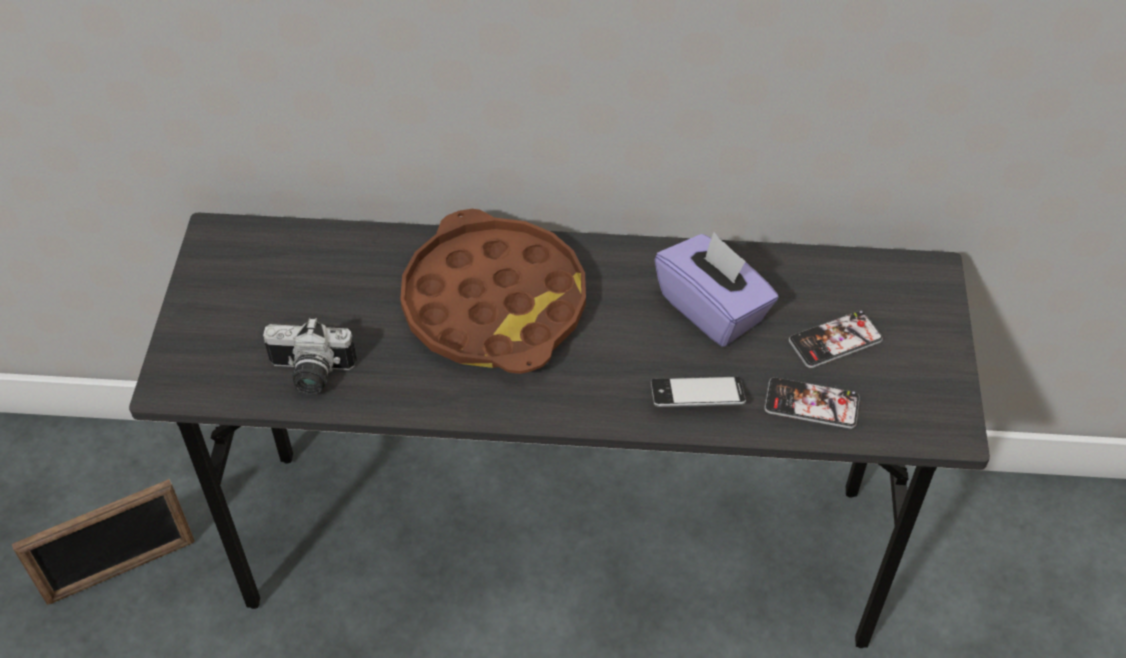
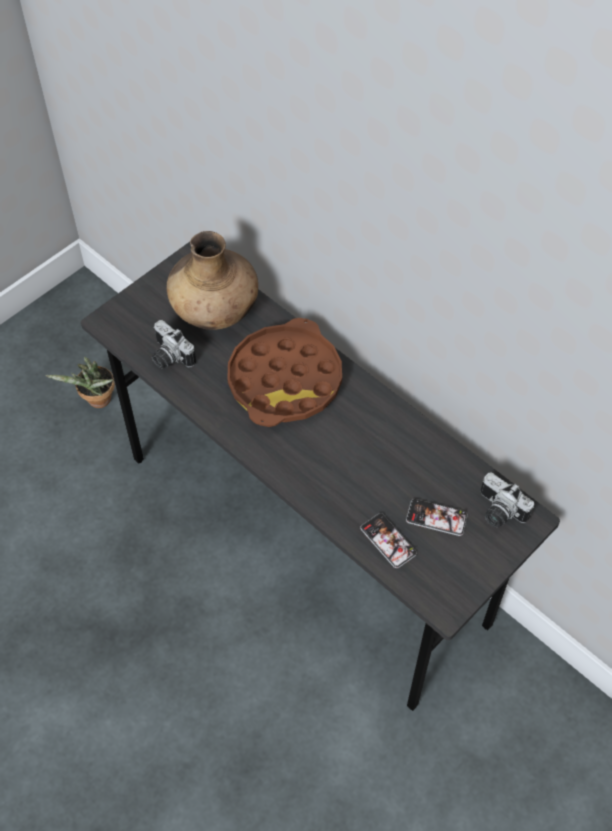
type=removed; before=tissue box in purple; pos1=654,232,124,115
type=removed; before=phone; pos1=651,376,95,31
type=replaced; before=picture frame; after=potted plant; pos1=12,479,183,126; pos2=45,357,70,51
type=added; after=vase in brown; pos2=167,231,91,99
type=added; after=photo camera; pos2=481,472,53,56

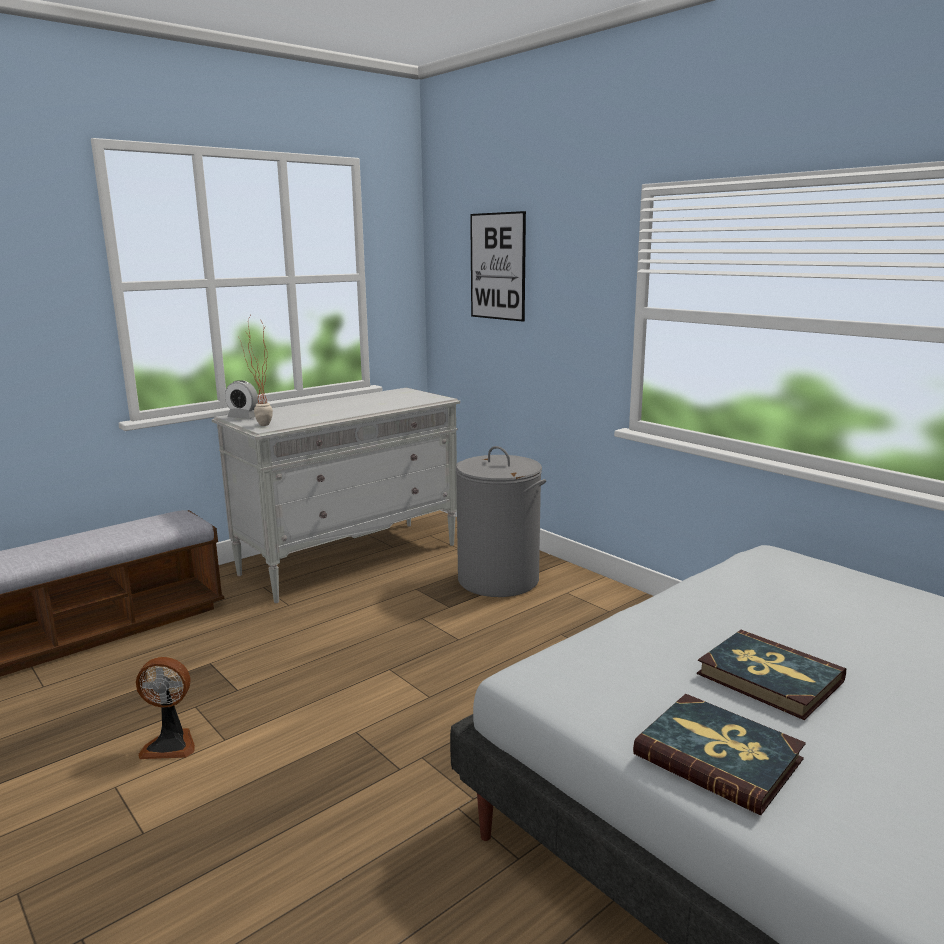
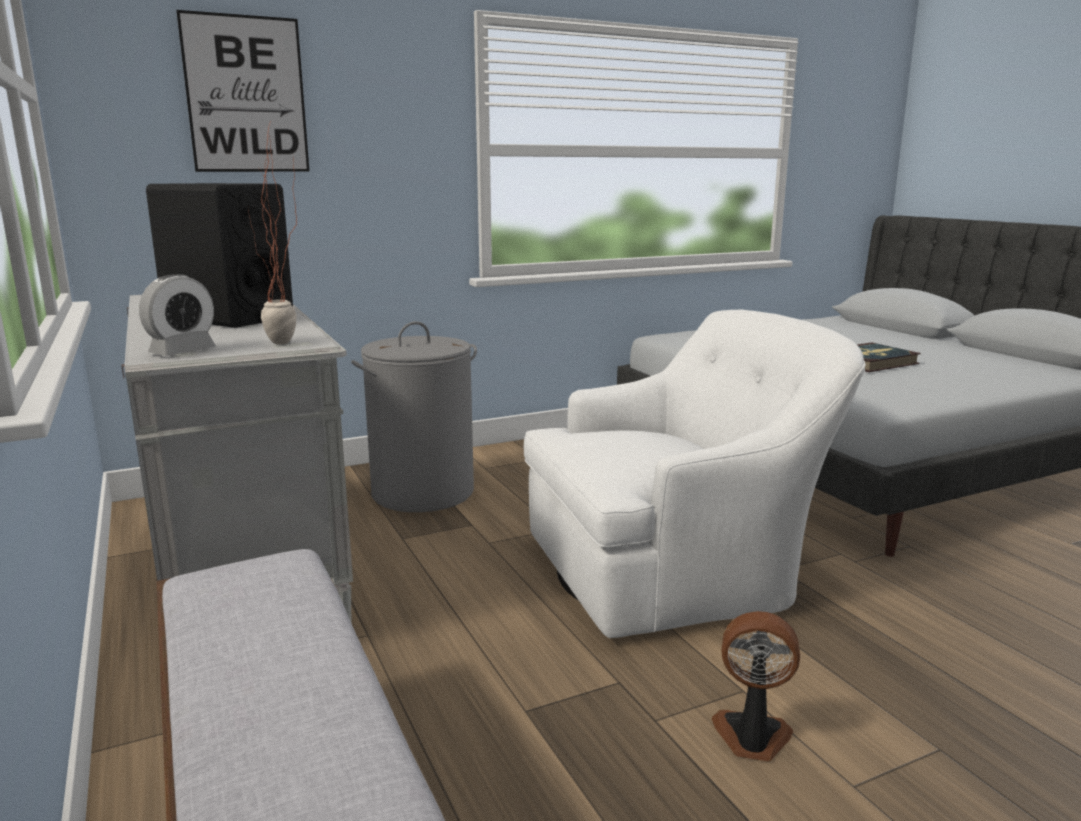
type=turned; before=fan; pos1=136,657,59,102; pos2=712,611,88,151; turn=-90
type=removed; before=book; pos1=633,694,173,121
type=added; after=speaker in black; pos2=146,183,147,145
type=added; after=armchair in white; pos2=524,310,342,328

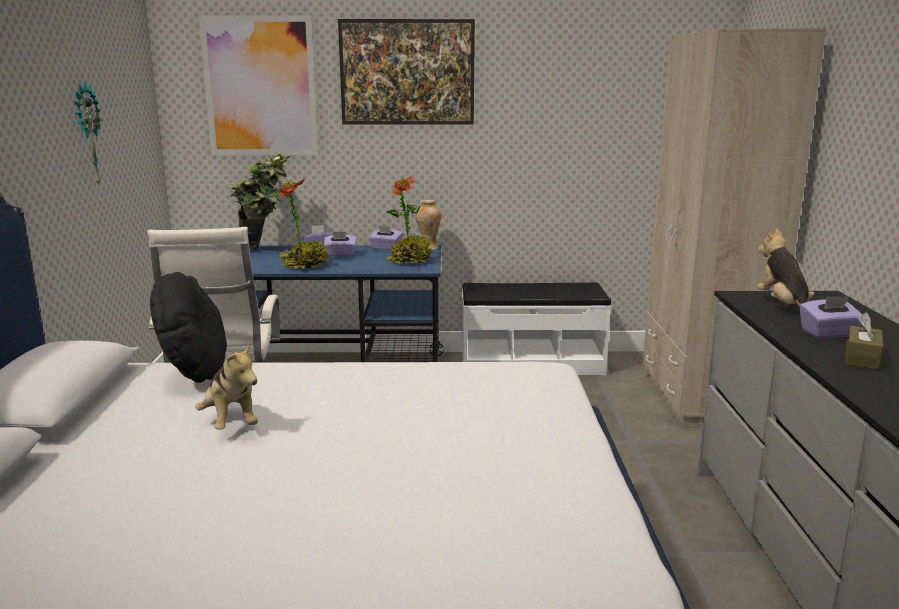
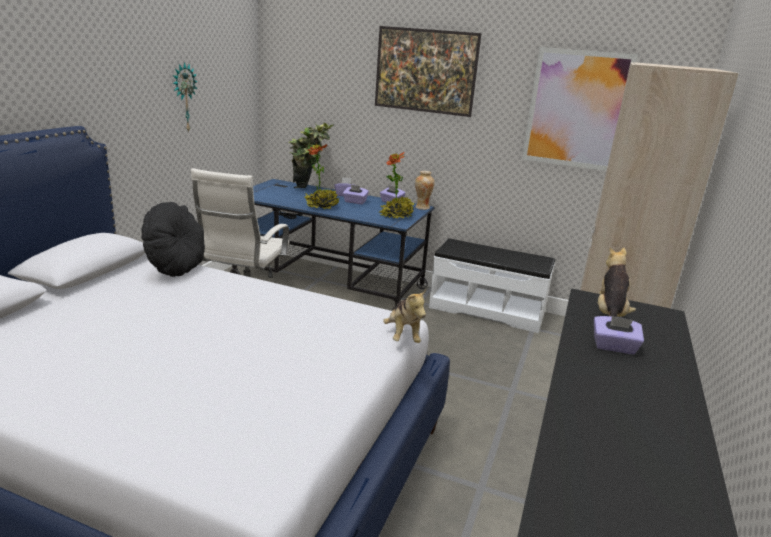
type=moved; before=picture; pos1=199,15,120,140; pos2=522,47,116,124
type=removed; before=tissue box in brown; pos1=845,312,38,58
type=moved; before=plush toy; pos1=196,342,62,88; pos2=383,289,43,54

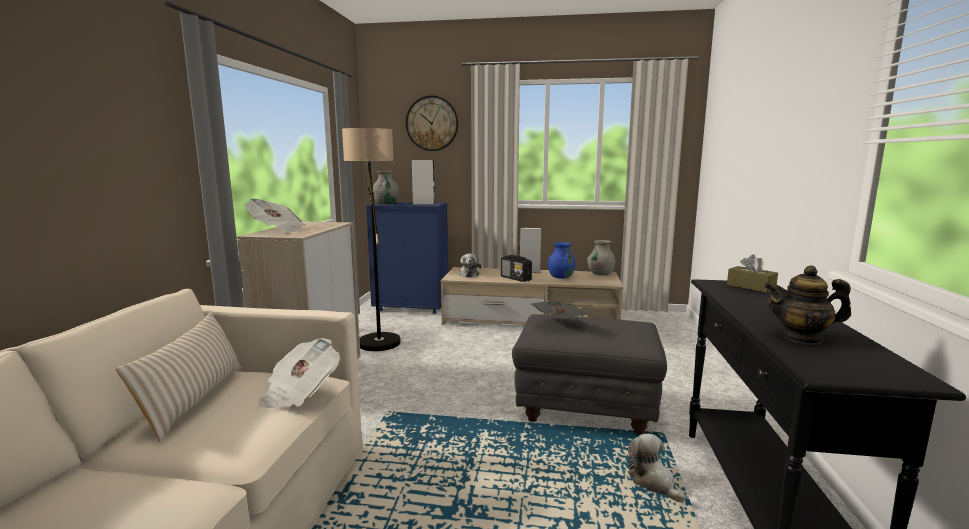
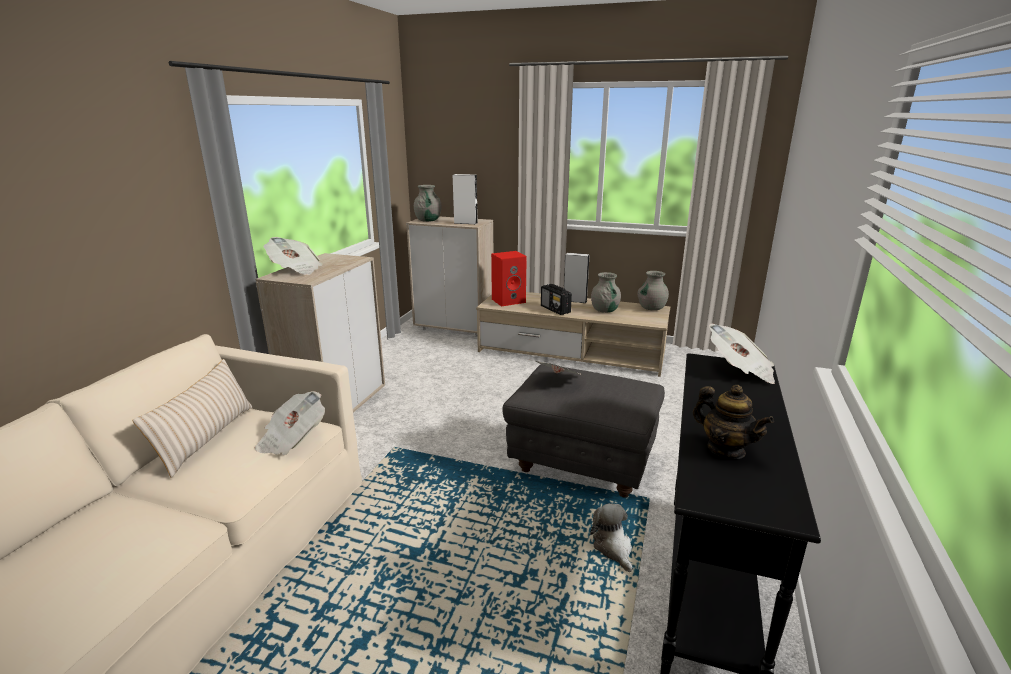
type=removed; before=wall clock; pos1=406,95,52,56
type=removed; before=floor lamp; pos1=342,128,58,223
type=recoloured; before=cabinet in blue; after=cabinet in beige; pos1=366,202,82,111; pos2=406,216,87,121
type=recoloured; before=vase in blue; after=vase in grey; pos1=548,242,27,37; pos2=591,272,30,41
type=replaced; before=plush toy; after=speaker in red; pos1=459,253,22,24; pos2=491,251,36,56
type=replaced; before=tissue box in brown; after=newspaper; pos1=727,254,51,39; pos2=709,323,66,61
type=turned; before=teapot; pos1=764,266,87,78; pos2=693,385,81,74; turn=-150

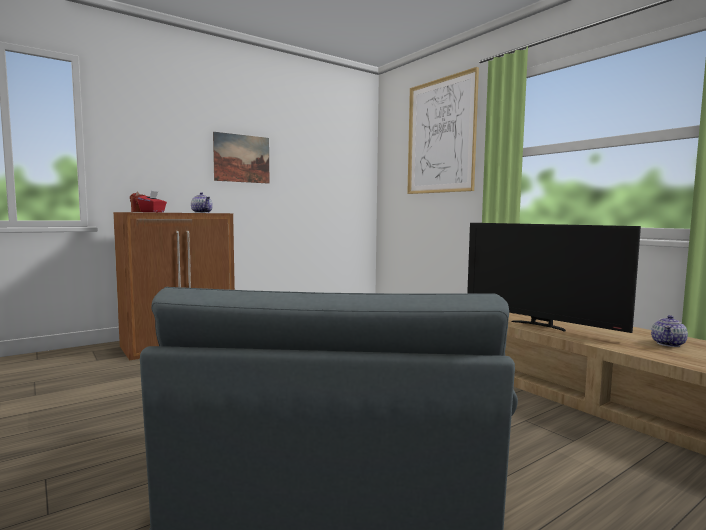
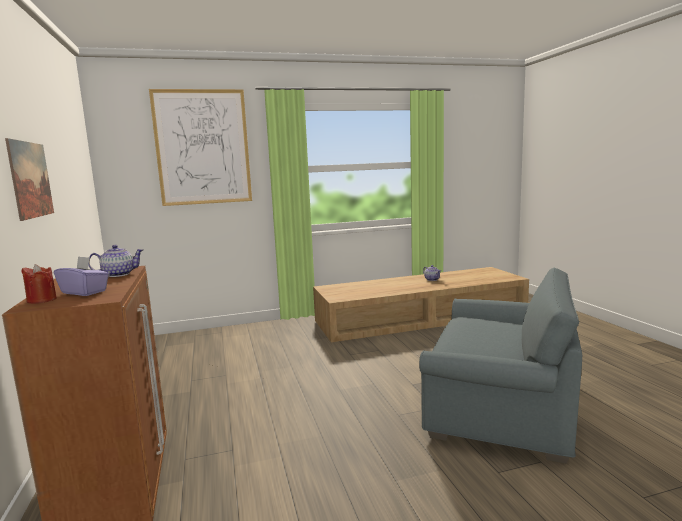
type=recoloured; before=tissue box in red; after=tissue box in purple; pos1=137,191,30,21; pos2=54,256,55,40
type=removed; before=television; pos1=467,223,174,110

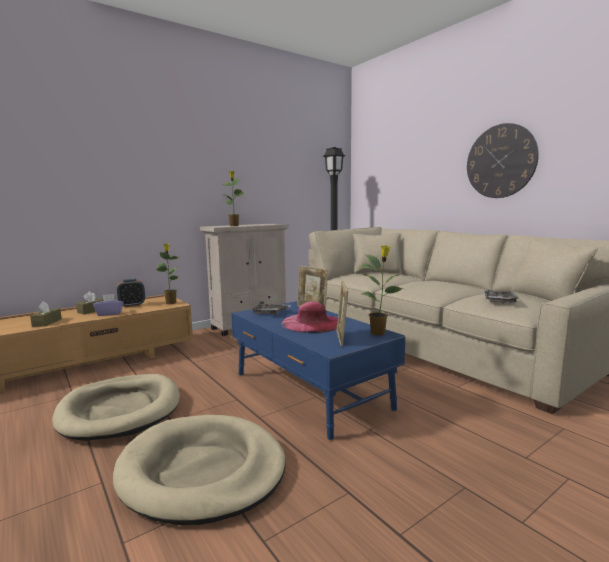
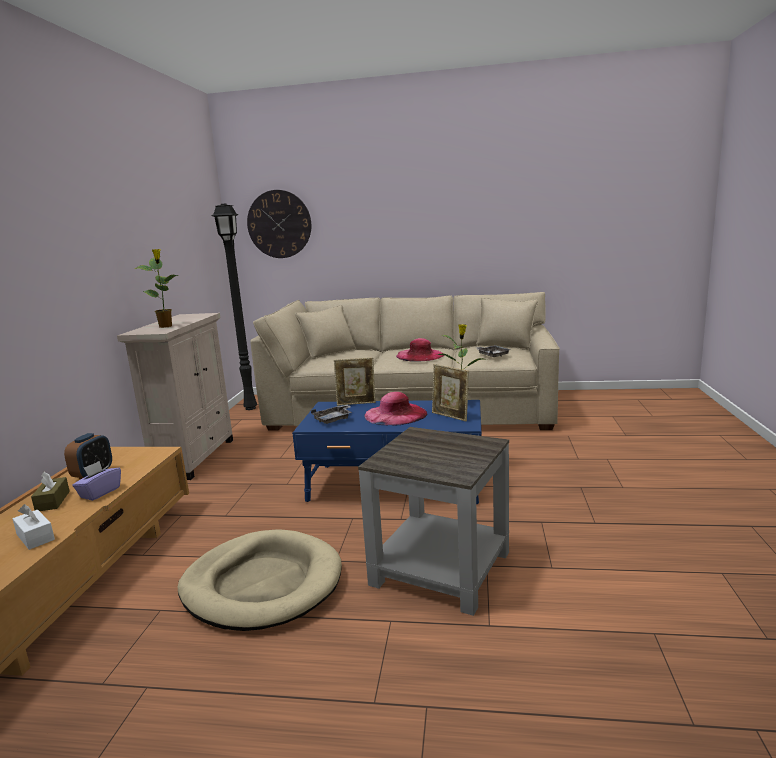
type=moved; before=wall clock; pos1=467,123,72,75; pos2=247,190,64,68
type=removed; before=potted plant; pos1=155,244,25,60
type=recoloured; before=tissue box in brown; after=tissue box in white; pos1=30,301,32,26; pos2=13,504,42,46
type=replaced; before=dog bed in beige; after=side table in grey; pos1=113,415,173,110; pos2=358,427,151,189
type=added; after=hat in pink; pos2=396,338,48,24

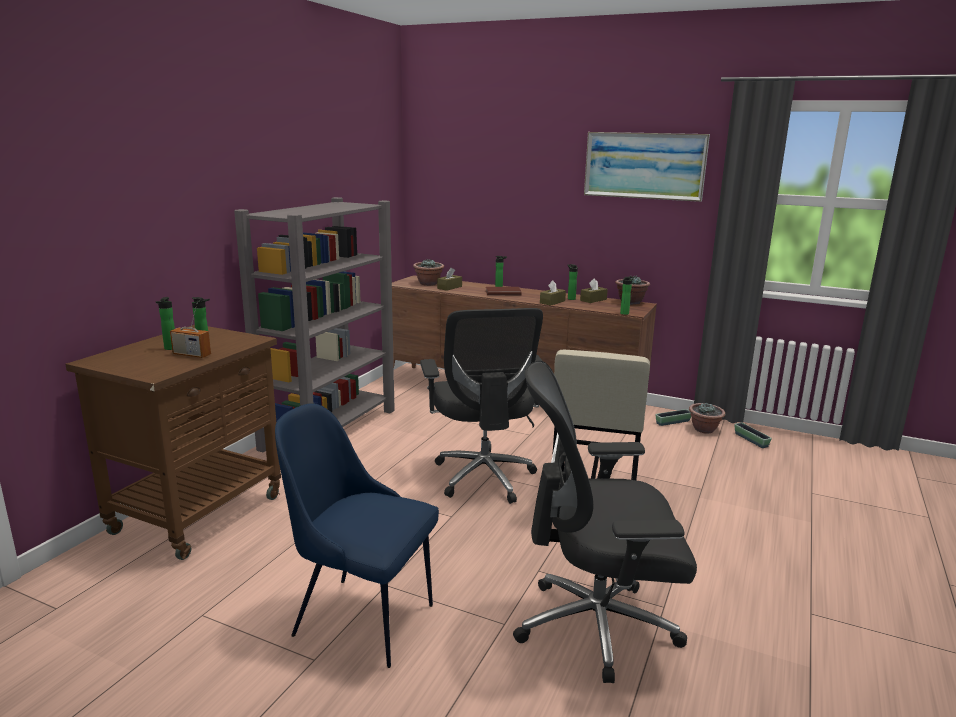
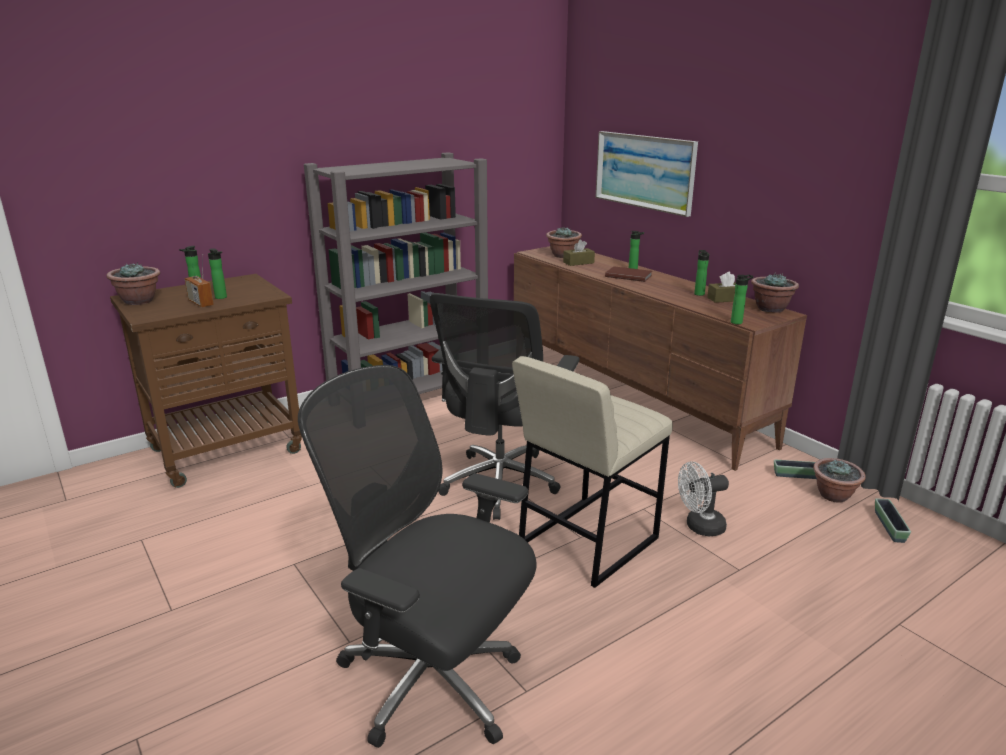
type=moved; before=picture; pos1=584,132,126,70; pos2=595,131,103,86
type=removed; before=tissue box in brown; pos1=540,280,26,26
type=removed; before=chair in blue; pos1=275,403,164,265
type=added; after=potted plant; pos2=106,263,54,42
type=added; after=fan in white; pos2=678,462,51,74

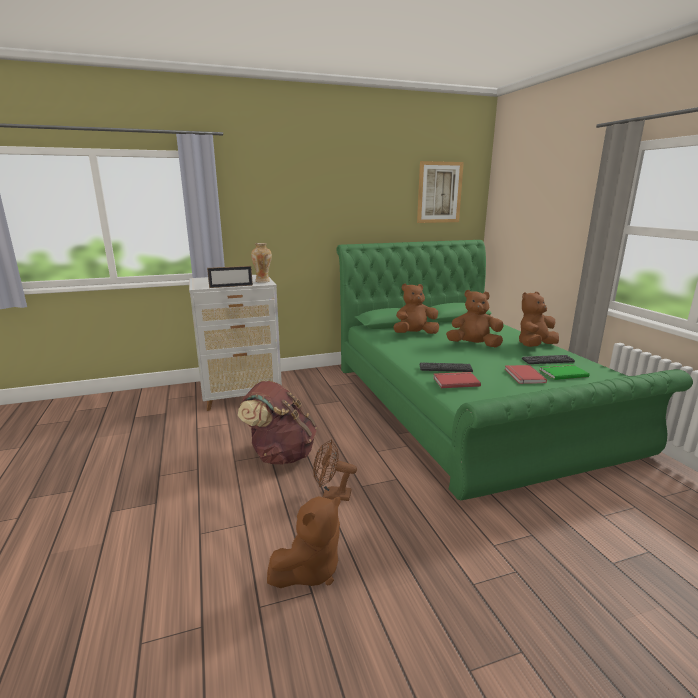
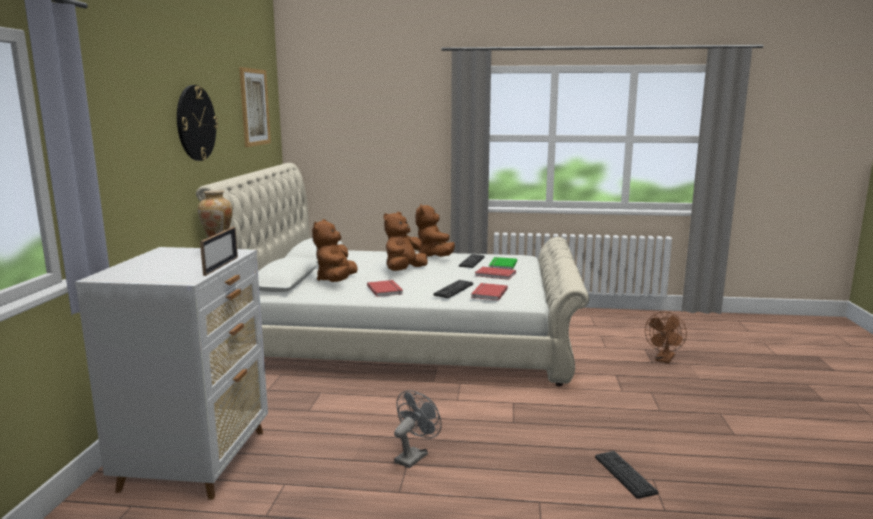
type=recoloured; before=bed in green; after=bed in beige; pos1=336,240,357,260; pos2=196,163,393,223
type=replaced; before=backpack in brown; after=fan in grey; pos1=238,381,79,83; pos2=394,390,48,78
type=moved; before=fan in brown; pos1=313,439,44,62; pos2=645,312,42,52
type=replaced; before=plush toy in brown; after=keyboard; pos1=267,496,74,92; pos2=595,451,63,48
type=added; after=wall clock; pos2=177,85,41,76
type=added; after=book in red; pos2=367,280,36,17

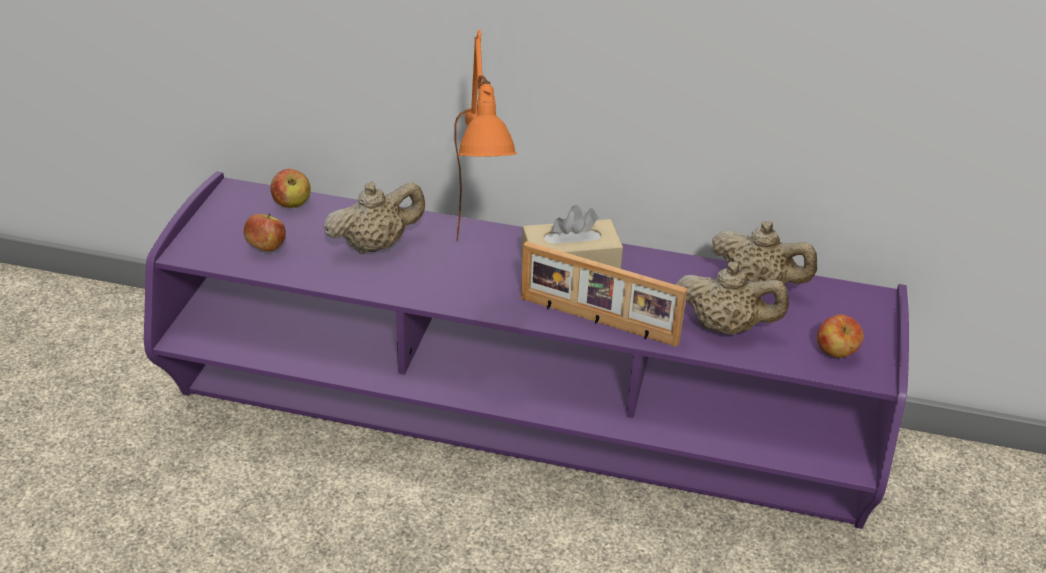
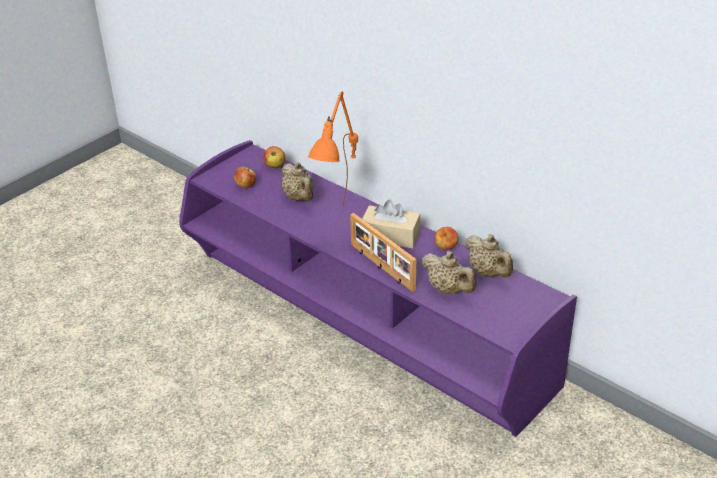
type=turned; before=teapot in beige; pos1=324,182,101,72; pos2=281,162,33,39; turn=60
type=moved; before=apple; pos1=817,314,47,44; pos2=434,227,24,23

